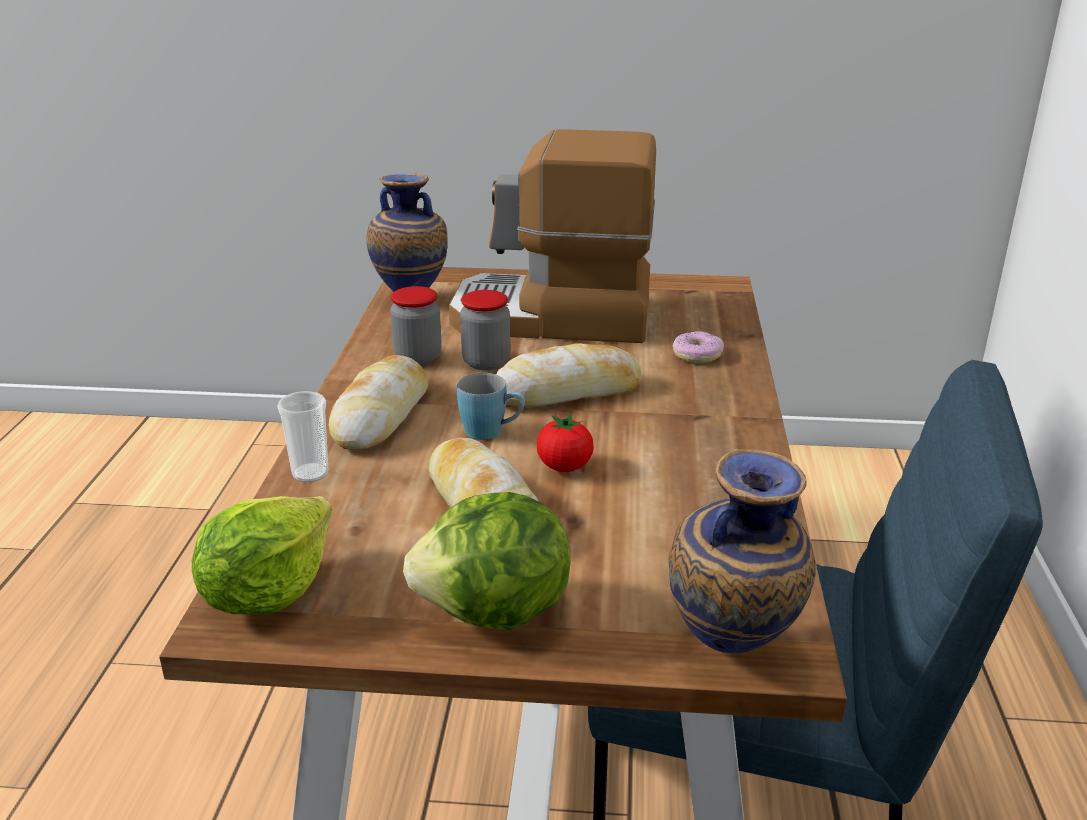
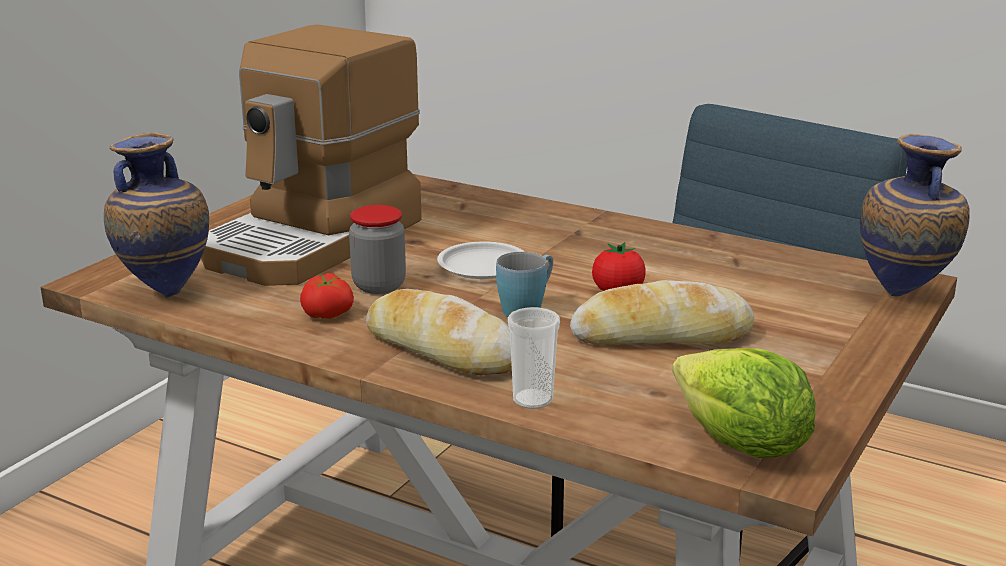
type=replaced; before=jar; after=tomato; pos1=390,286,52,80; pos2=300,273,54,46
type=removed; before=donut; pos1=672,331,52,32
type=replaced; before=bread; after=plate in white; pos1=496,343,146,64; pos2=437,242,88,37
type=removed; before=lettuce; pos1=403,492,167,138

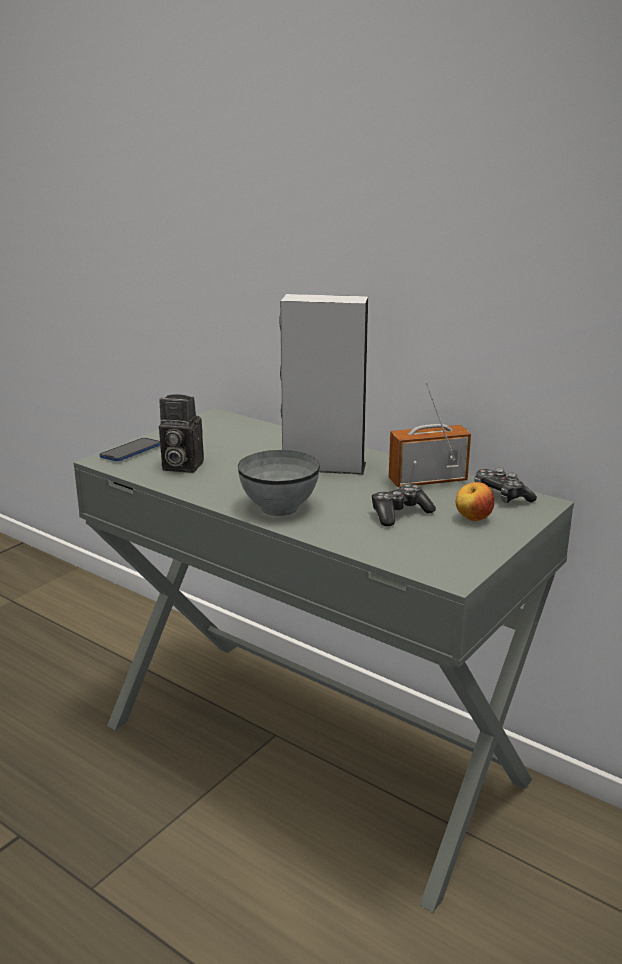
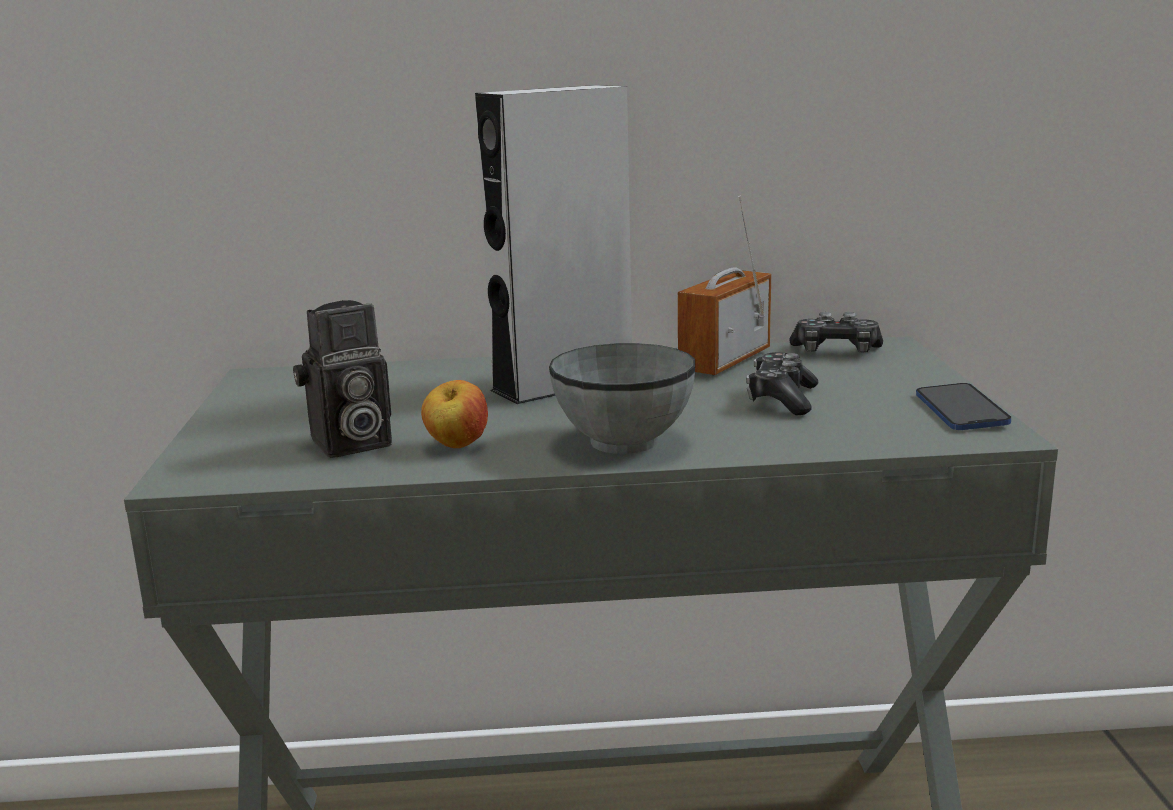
type=moved; before=phone; pos1=99,438,61,23; pos2=916,383,95,47
type=moved; before=apple; pos1=456,482,38,39; pos2=421,380,67,68

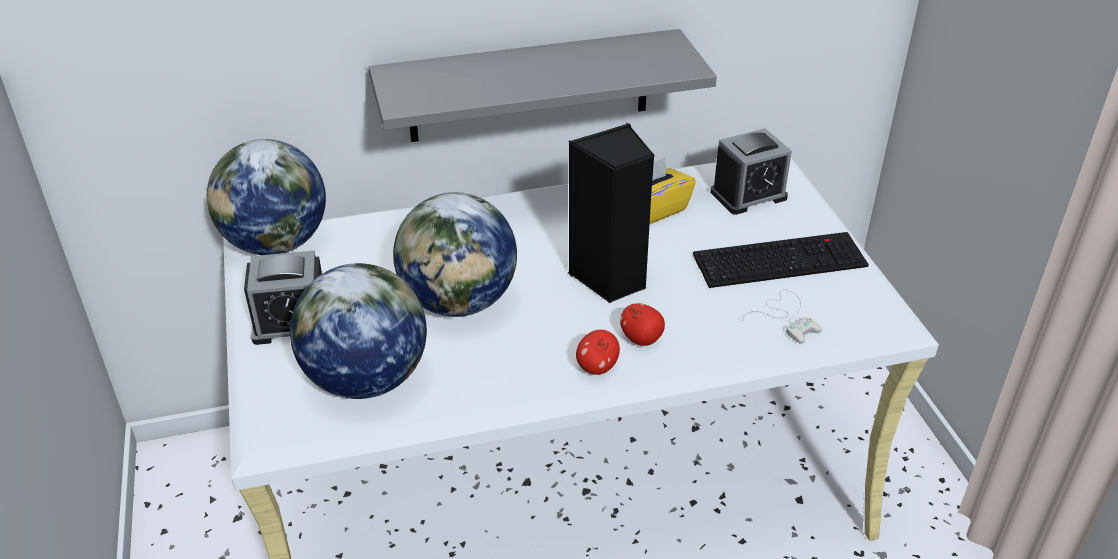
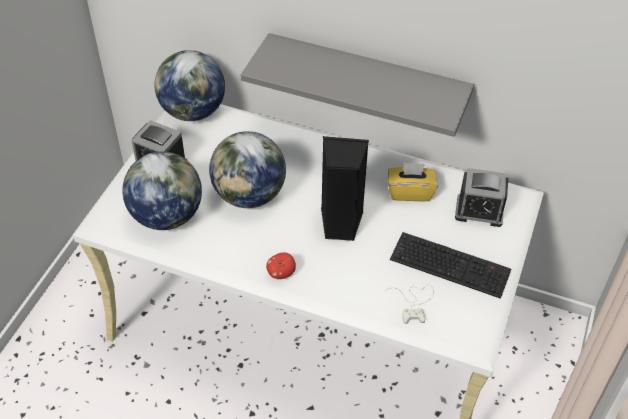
type=removed; before=apple; pos1=620,303,45,43

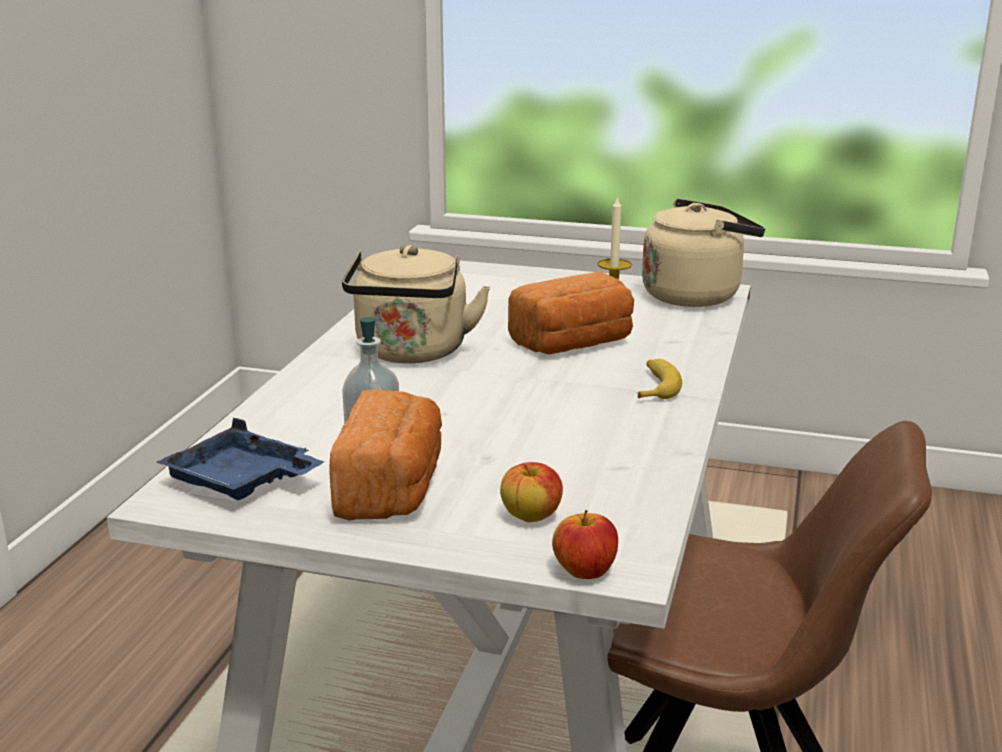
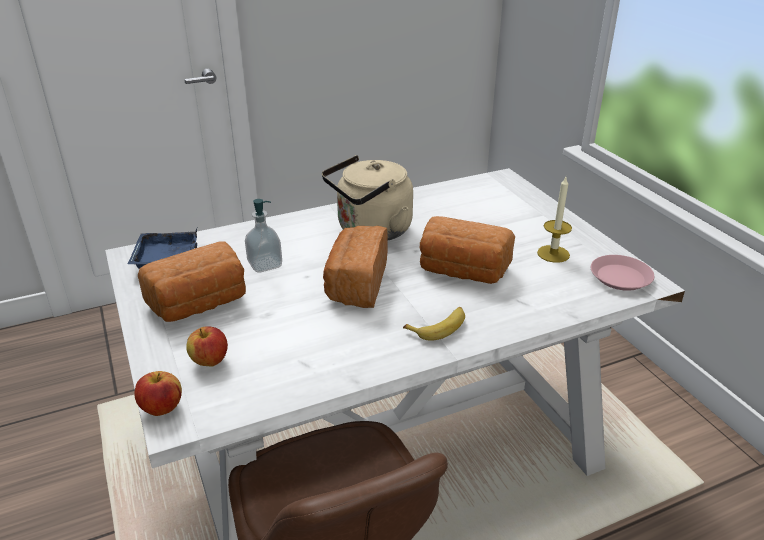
type=replaced; before=kettle in beige; after=plate in pink; pos1=642,199,123,108; pos2=591,255,63,36
type=added; after=bread; pos2=323,226,65,82

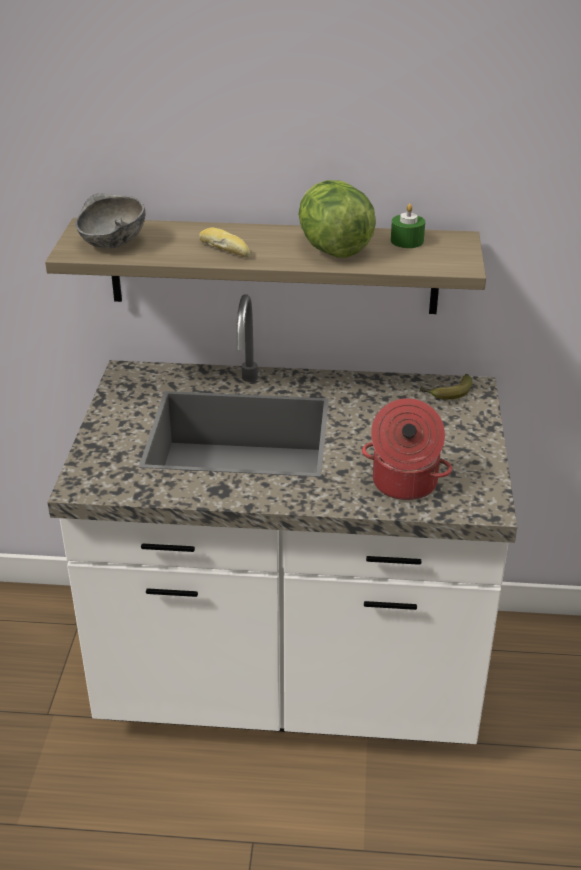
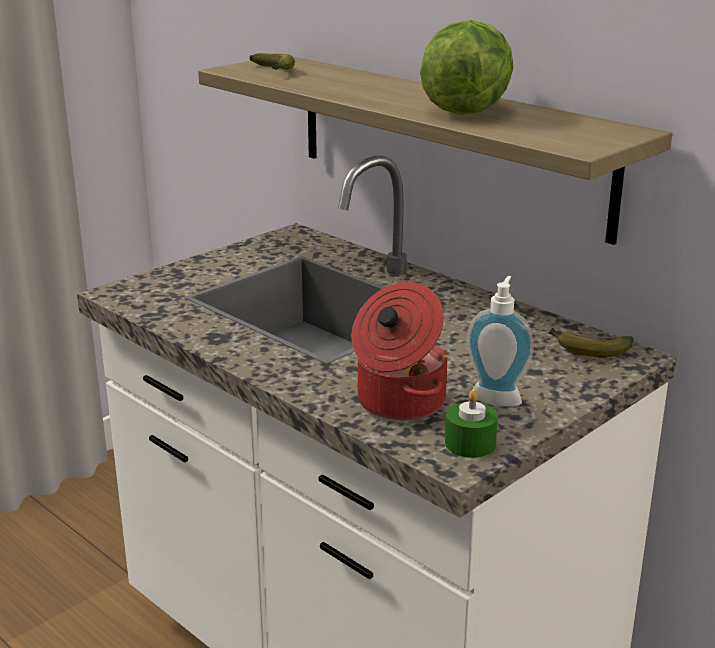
type=replaced; before=bowl in grey; after=banana; pos1=75,194,71,55; pos2=249,53,46,17
type=moved; before=candle in green; pos1=391,204,34,44; pos2=445,390,53,68
type=removed; before=bread; pos1=199,228,51,30
type=added; after=soap dispenser; pos2=467,276,67,130

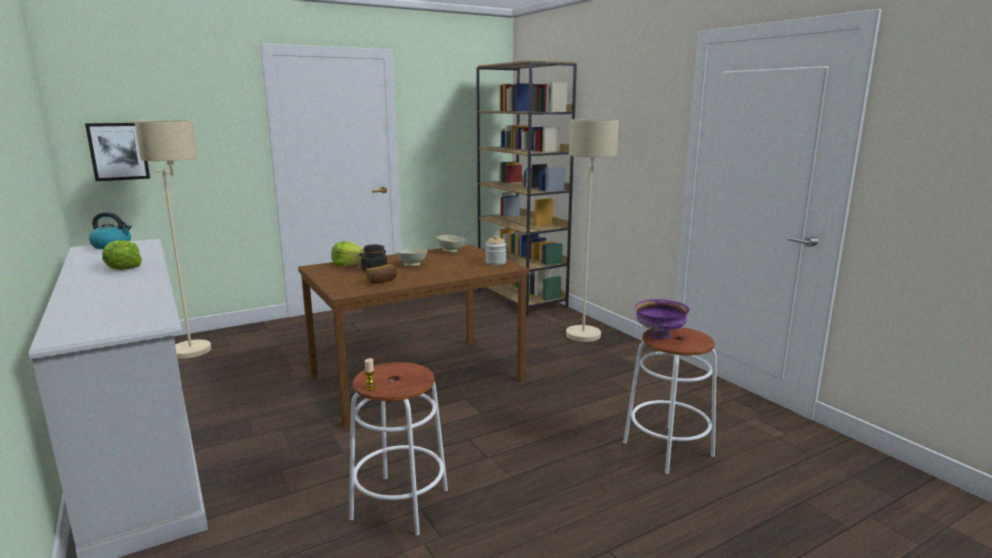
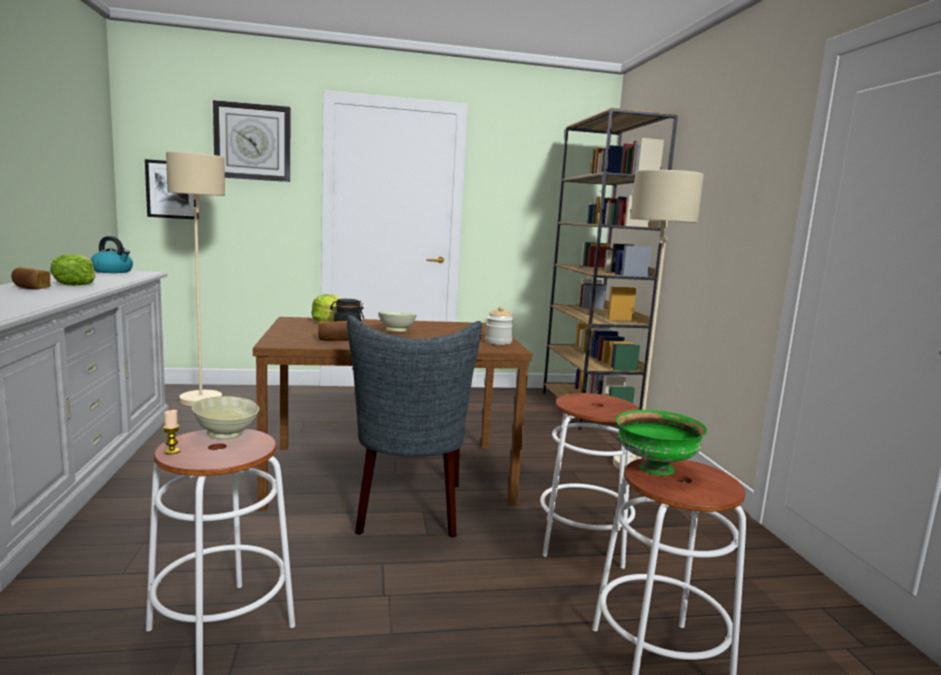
type=moved; before=bowl in beige; pos1=436,235,30,18; pos2=192,396,68,44
type=recoloured; before=bowl in purple; after=bowl in green; pos1=635,299,55,40; pos2=616,410,91,66
type=added; after=wall clock; pos2=213,100,77,82
type=added; after=bread; pos2=11,267,40,23
type=added; after=chair in grey; pos2=347,315,135,223
type=added; after=stool in white; pos2=540,393,100,176

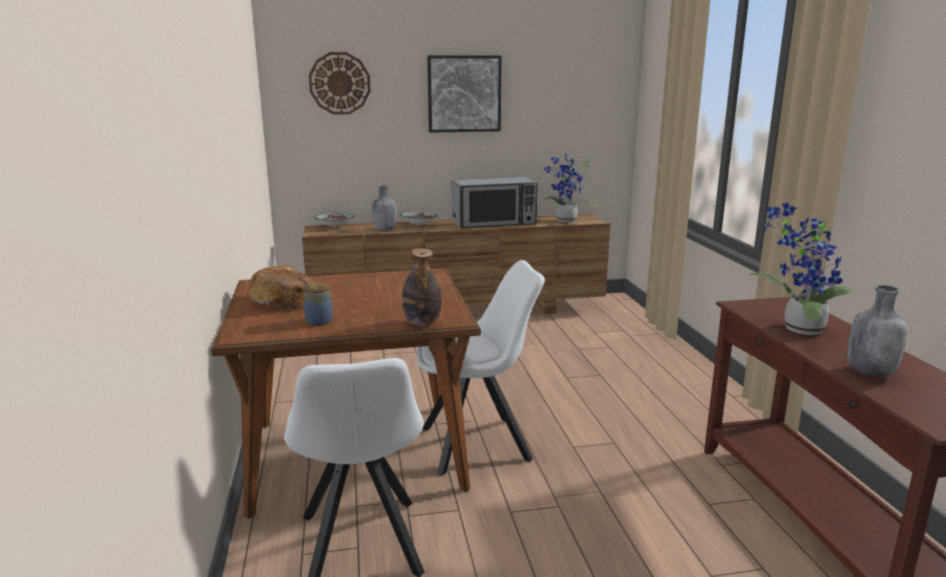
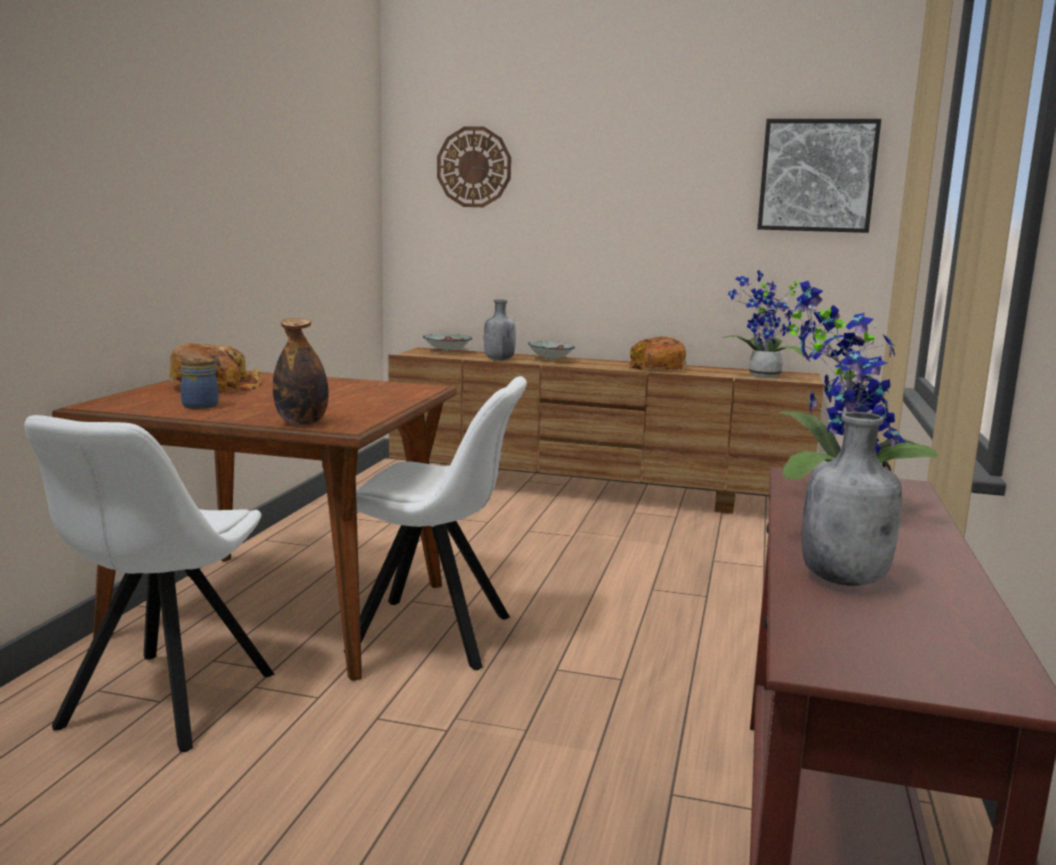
type=moved; before=picture; pos1=427,55,75,78; pos2=757,119,124,114
type=replaced; before=microwave; after=bread; pos1=452,177,86,52; pos2=625,336,61,35

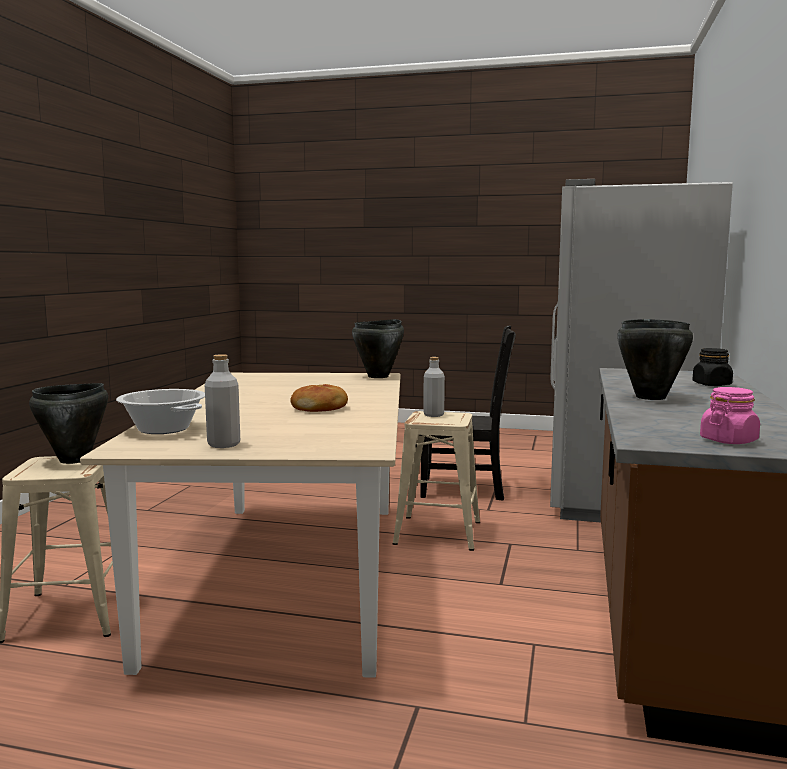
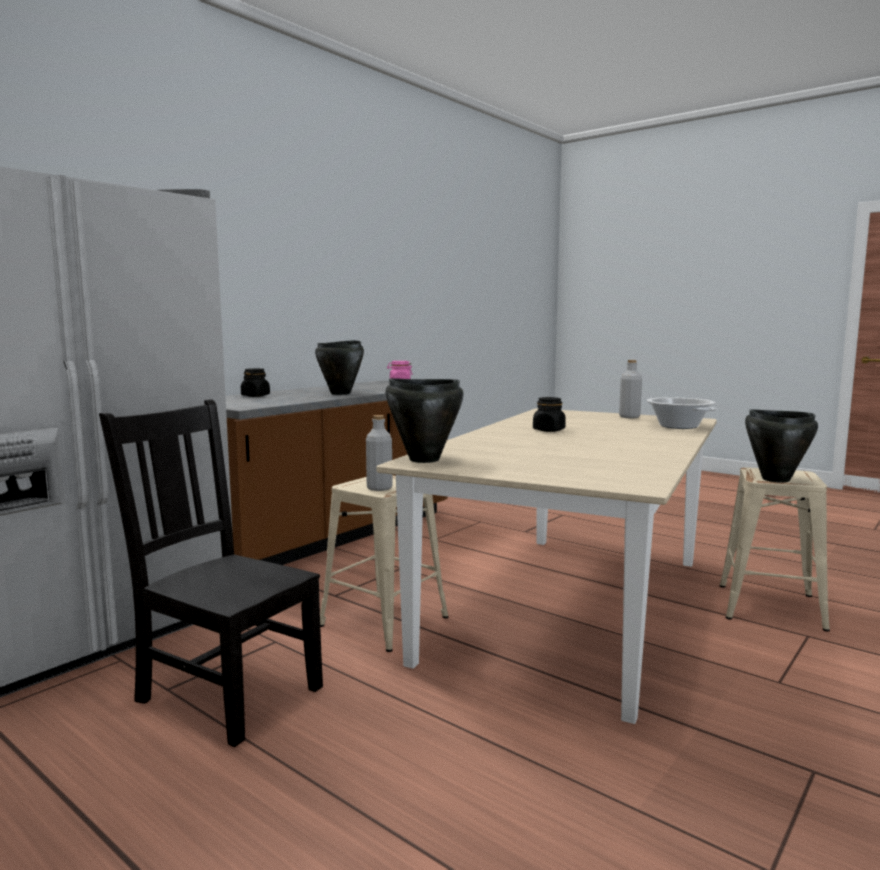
type=replaced; before=bread; after=jar in black; pos1=290,384,58,28; pos2=533,397,33,35

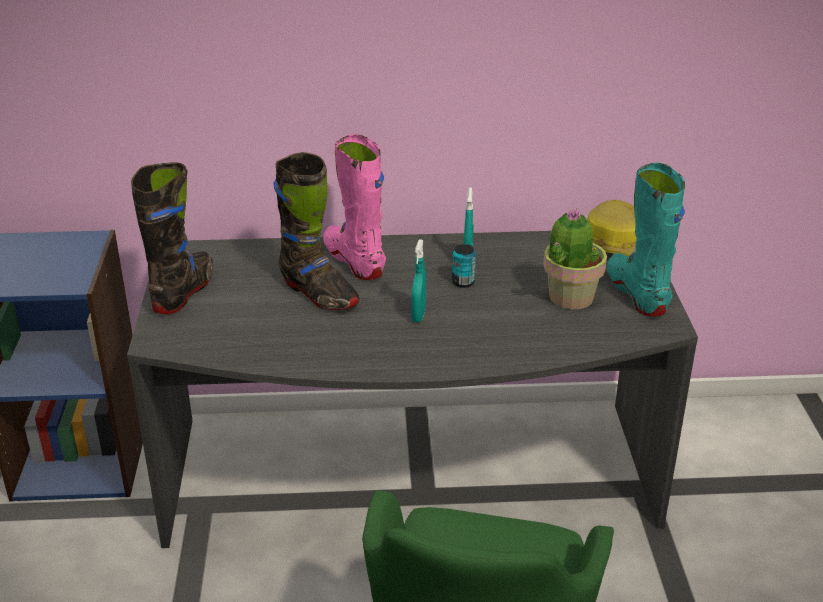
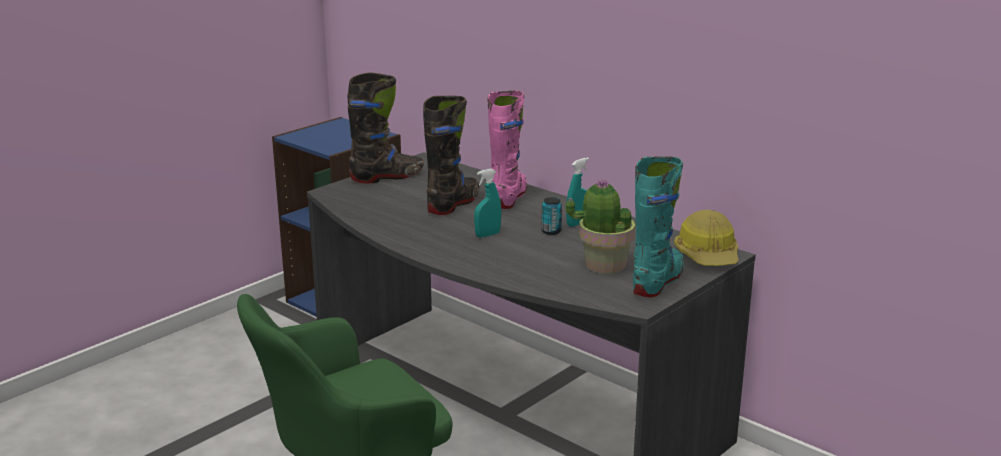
type=turned; before=boot in black; pos1=274,152,85,158; pos2=423,96,56,119; turn=-150

